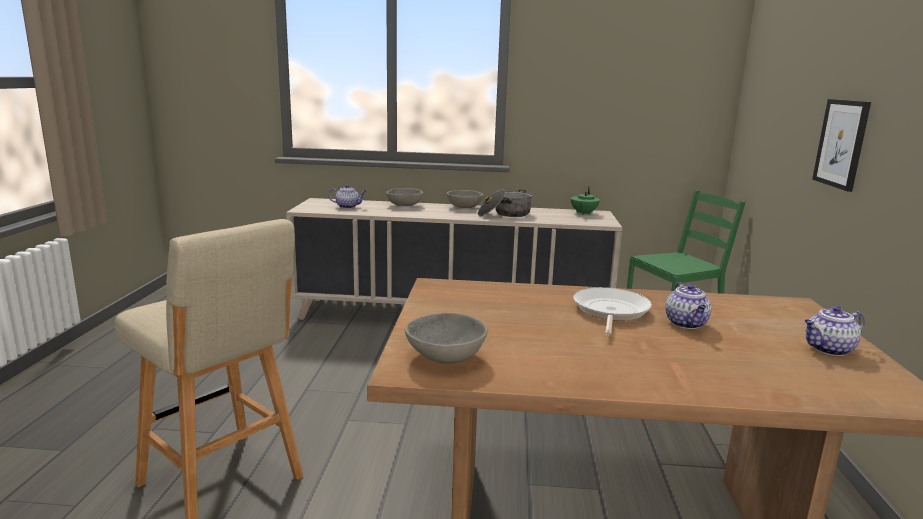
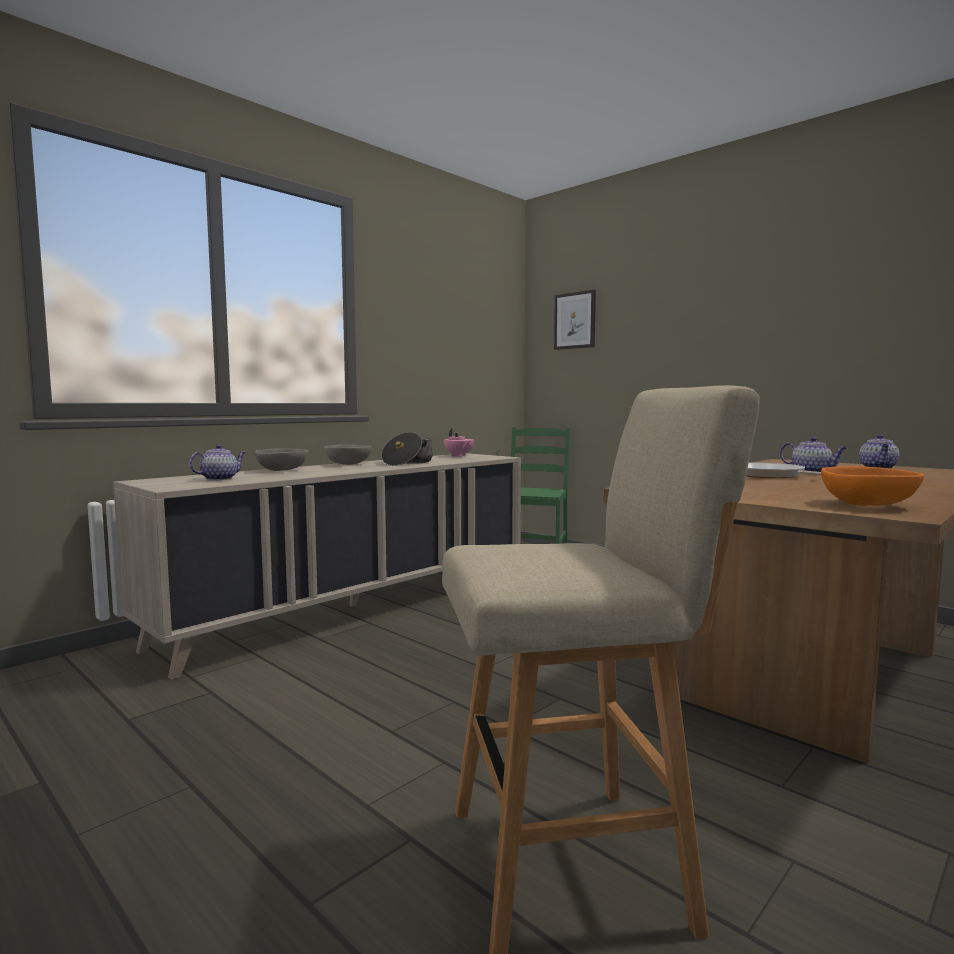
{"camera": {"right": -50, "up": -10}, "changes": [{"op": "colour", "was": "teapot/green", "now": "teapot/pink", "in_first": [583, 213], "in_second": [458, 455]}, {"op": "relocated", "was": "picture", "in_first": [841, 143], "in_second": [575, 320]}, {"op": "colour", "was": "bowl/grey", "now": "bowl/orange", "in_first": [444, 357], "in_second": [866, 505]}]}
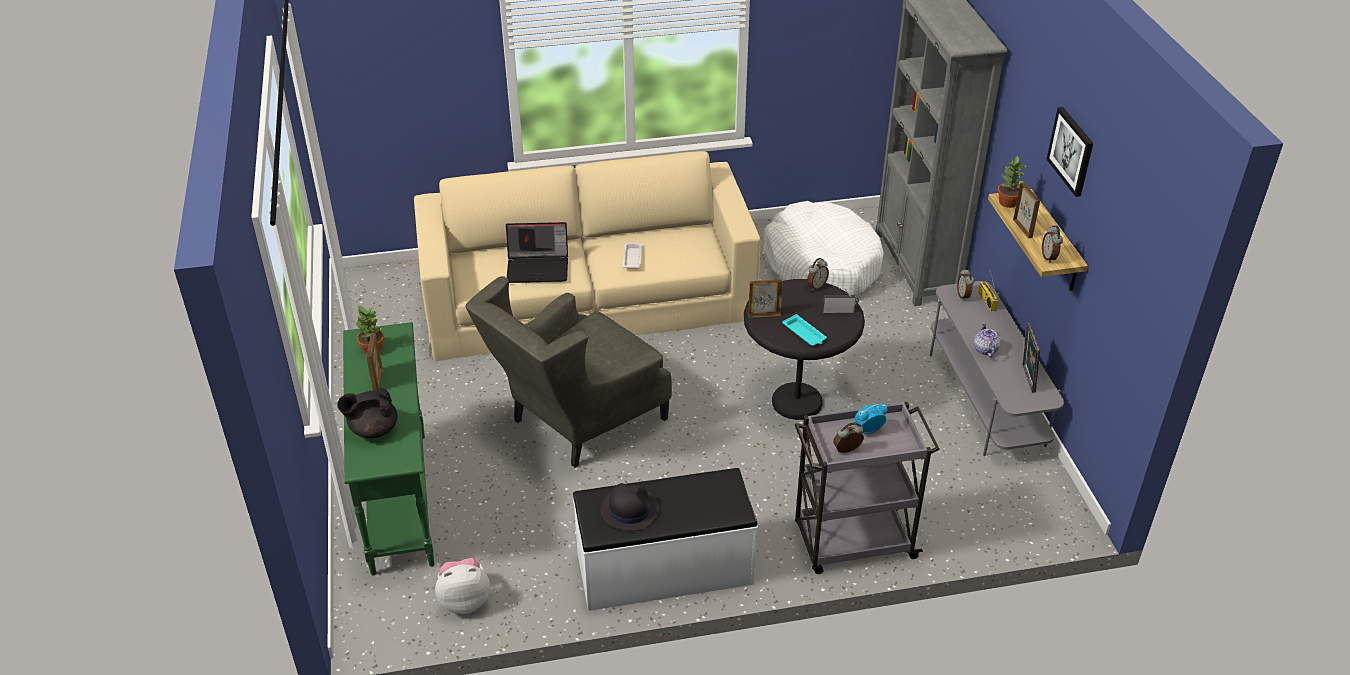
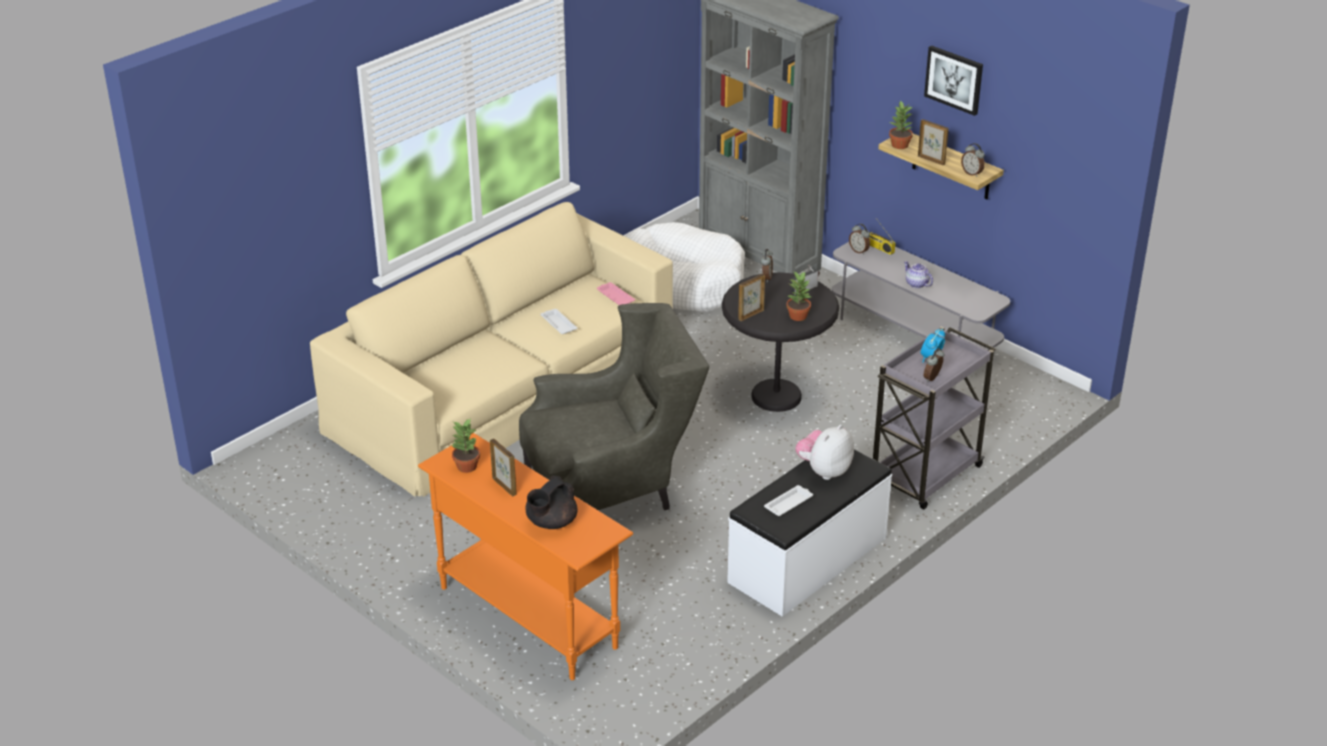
{"camera": {"right": -35, "up": -5}, "changes": [{"op": "colour", "was": "console table/green", "now": "console table/orange", "in_first": [400, 501], "in_second": [528, 616]}, {"op": "spun", "was": "armchair/grey", "in_first": [576, 423], "in_second": [612, 489], "clockwise": -120}, {"op": "appeared", "now": "tray/pink", "in_second": [615, 297]}, {"op": "exchanged", "was": "hat/black", "now": "tray/white", "in_first": [629, 509], "in_second": [789, 503]}, {"op": "exchanged", "was": "tray/turquoise", "now": "potted plant", "in_first": [804, 334], "in_second": [798, 316]}, {"op": "relocated", "was": "plush toy", "in_first": [464, 600], "in_second": [824, 471]}, {"op": "missing", "was": "laptop", "in_first": [538, 267]}, {"op": "missing", "was": "picture frame", "in_first": [1026, 378]}]}
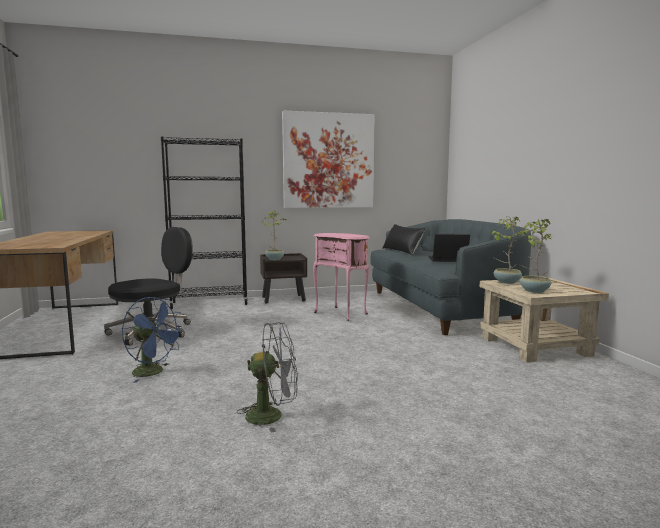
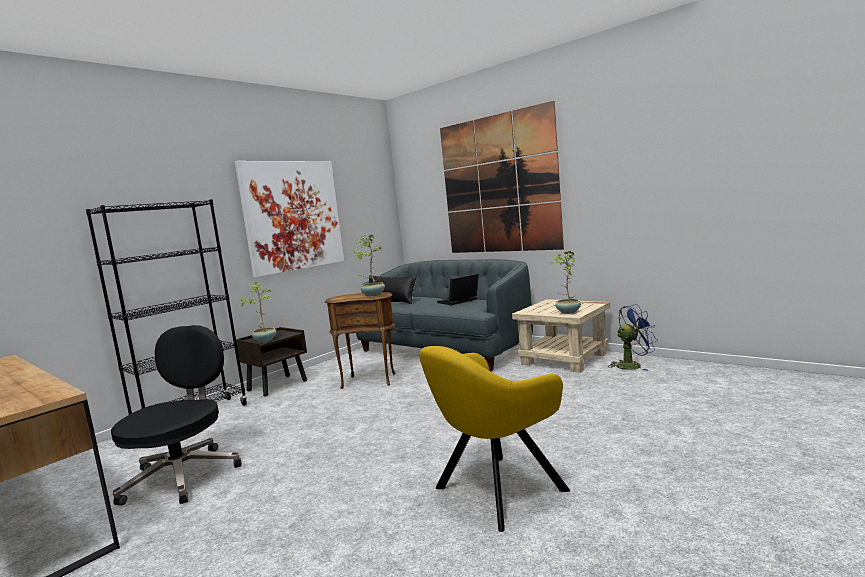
{"camera": {"right": -35, "up": 0}, "changes": [{"op": "colour", "was": "side table/pink", "now": "side table/brown", "in_first": [342, 313], "in_second": [370, 380]}, {"op": "relocated", "was": "potted plant", "in_first": [506, 282], "in_second": [373, 295]}, {"op": "exchanged", "was": "fan/grey", "now": "armchair/yellow", "in_first": [272, 416], "in_second": [494, 492]}, {"op": "appeared", "now": "picture", "in_second": [498, 184]}, {"op": "relocated", "was": "fan/blue", "in_first": [154, 372], "in_second": [633, 365]}]}
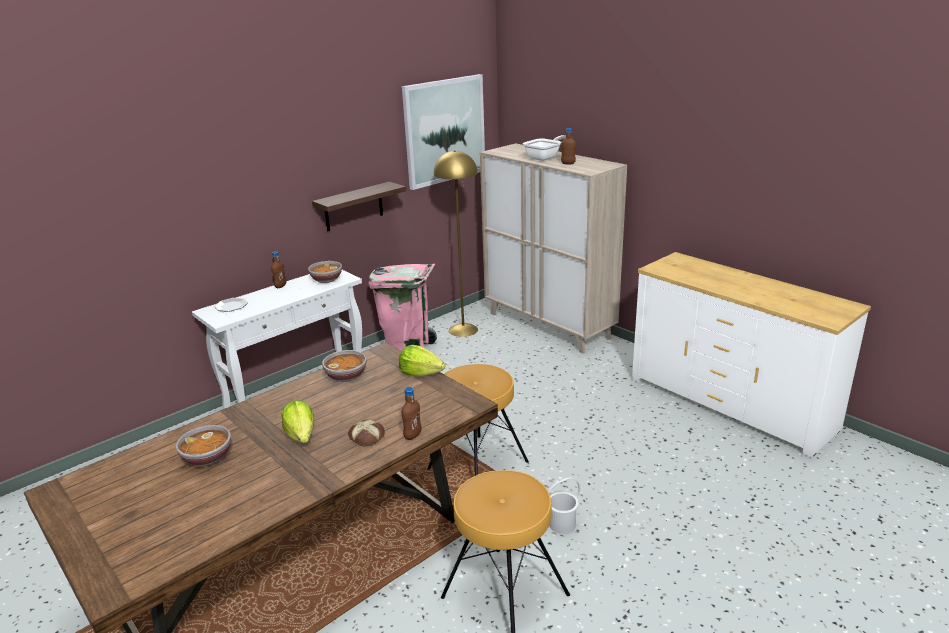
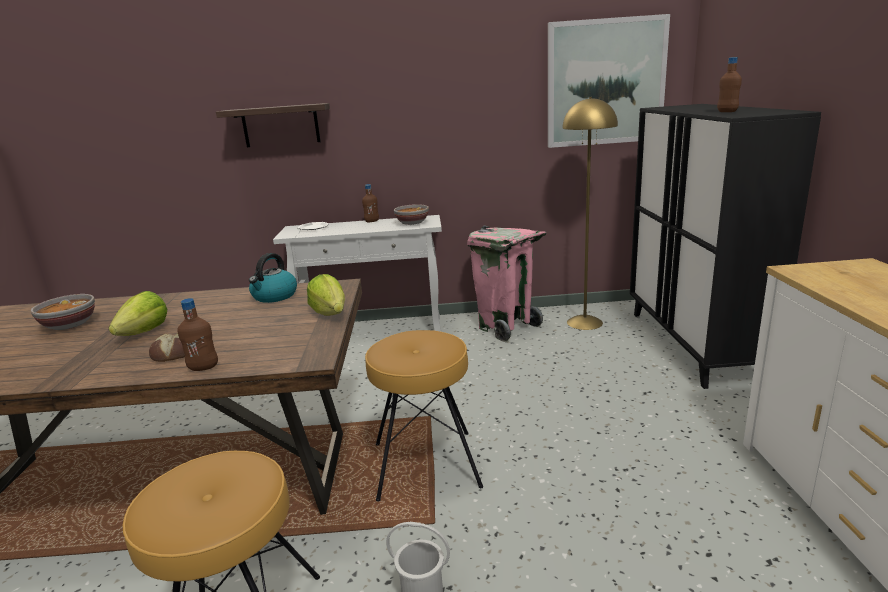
{"camera": {"right": 40, "up": -5}, "changes": [{"op": "relocated", "was": "shelf", "in_first": [353, 206], "in_second": [281, 125]}, {"op": "exchanged", "was": "bowl", "now": "kettle", "in_first": [346, 376], "in_second": [274, 296]}, {"op": "colour", "was": "cabinet/beige", "now": "cabinet/black", "in_first": [549, 325], "in_second": [692, 344]}, {"op": "missing", "was": "frying pan", "in_first": [545, 157]}]}
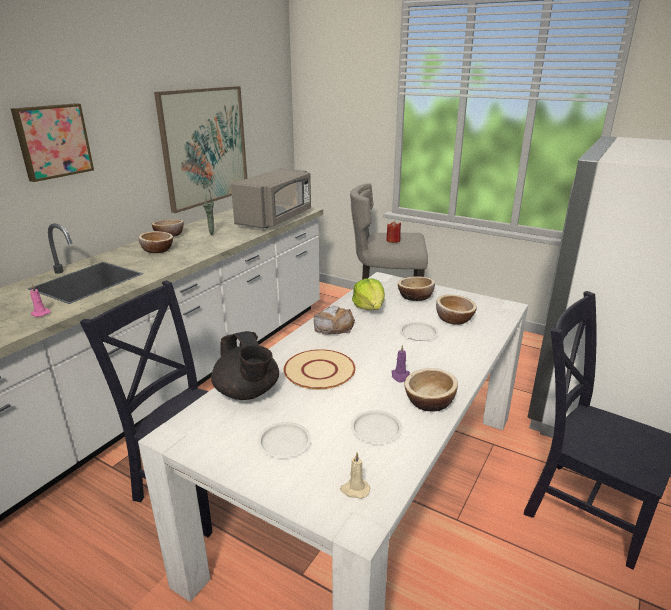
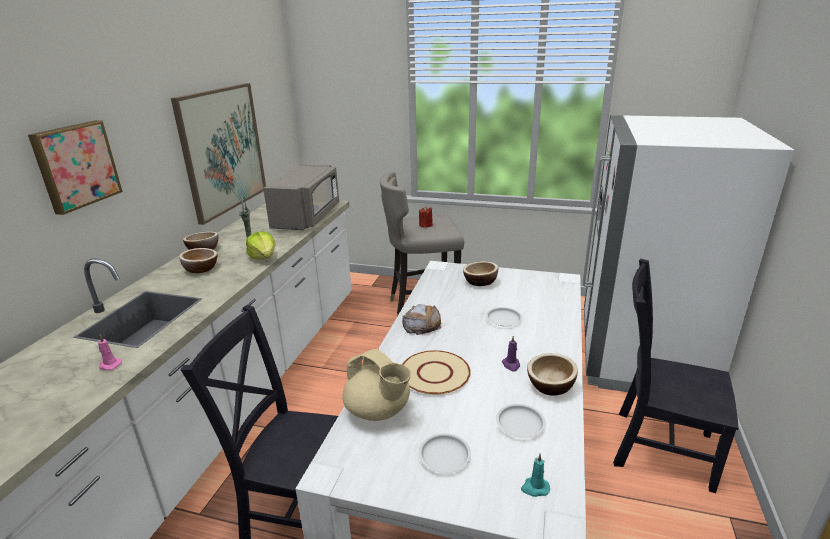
{"camera": {"right": -15, "up": 0}, "changes": [{"op": "relocated", "was": "lettuce", "in_first": [369, 307], "in_second": [263, 257]}, {"op": "colour", "was": "teapot/black", "now": "teapot/beige", "in_first": [247, 393], "in_second": [378, 410]}, {"op": "colour", "was": "candle/beige", "now": "candle/turquoise", "in_first": [354, 490], "in_second": [535, 488]}, {"op": "missing", "was": "bowl", "in_first": [454, 319]}]}
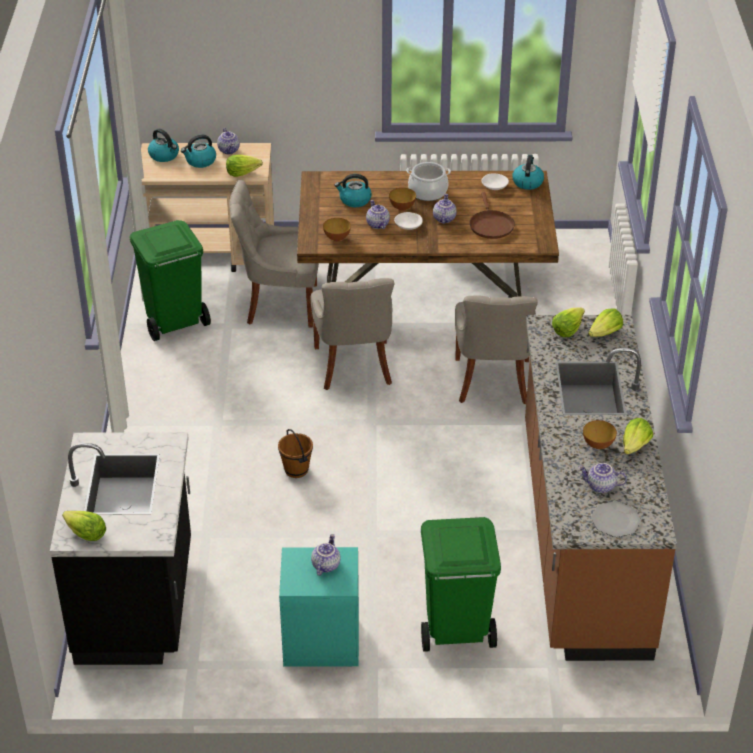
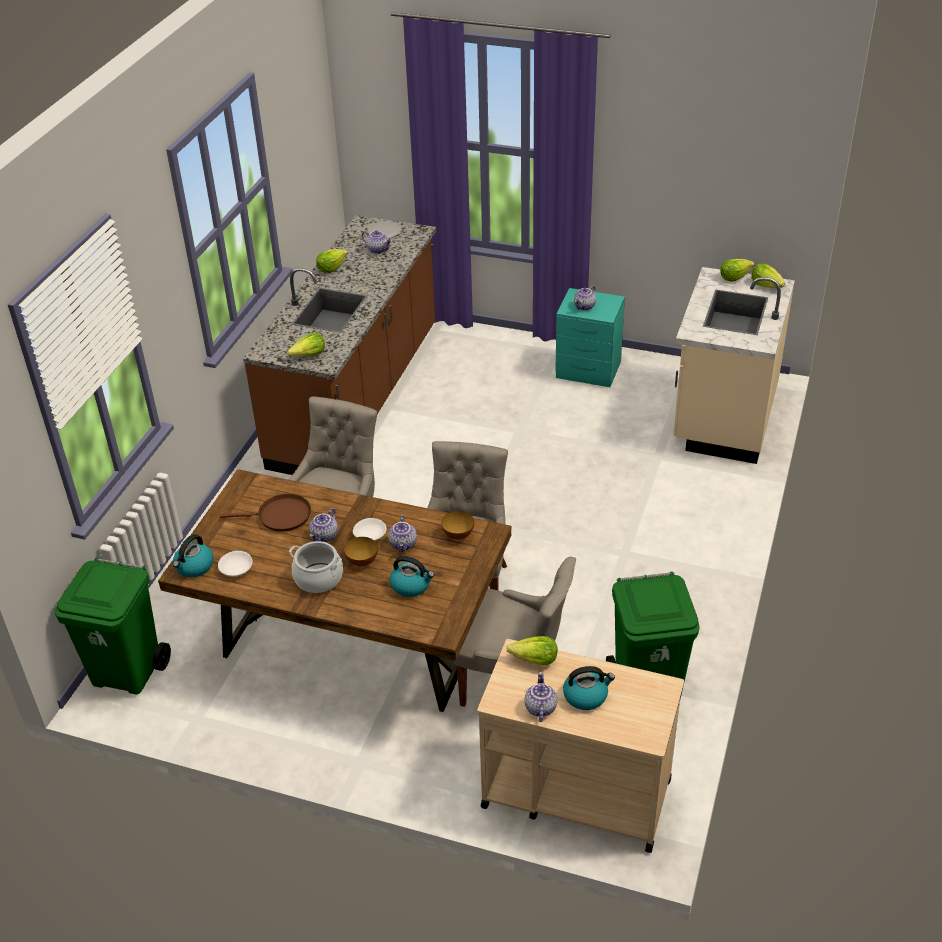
{"camera": {"right": -160, "up": 0}, "changes": [{"op": "relocated", "was": "trash can/green", "in_first": [455, 631], "in_second": [128, 672]}, {"op": "spun", "was": "frying pan/brown", "in_first": [490, 225], "in_second": [280, 516], "clockwise": 75}, {"op": "colour", "was": "counter/black", "now": "counter/beige", "in_first": [138, 604], "in_second": [723, 417]}, {"op": "relocated", "was": "lettuce", "in_first": [605, 333], "in_second": [734, 277]}, {"op": "missing", "was": "kettle", "in_first": [164, 155]}, {"op": "missing", "was": "bucket/brown", "in_first": [296, 470]}, {"op": "missing", "was": "bowl", "in_first": [598, 445]}]}
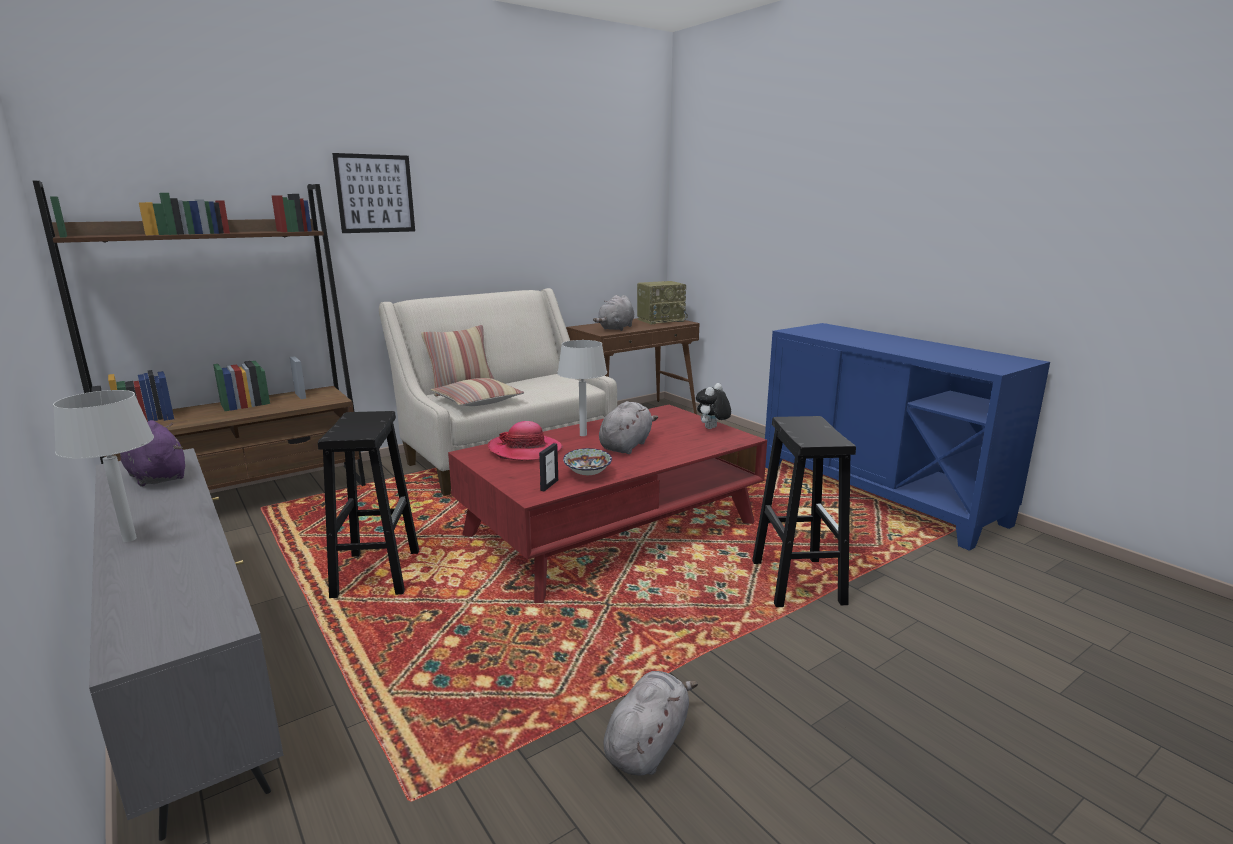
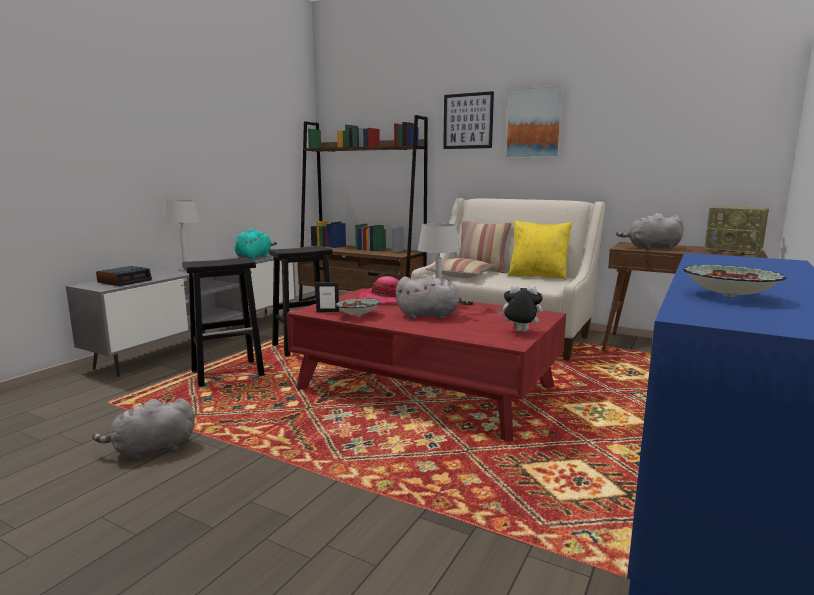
{"camera": {"right": 65, "up": -5}, "changes": [{"op": "spun", "was": "plush toy/grey", "in_first": [648, 744], "in_second": [151, 450], "clockwise": 150}, {"op": "appeared", "now": "alarm clock", "in_second": [125, 281]}, {"op": "relocated", "was": "stool/black", "in_first": [796, 581], "in_second": [229, 373]}, {"op": "colour", "was": "plush toy/purple", "now": "plush toy/turquoise", "in_first": [157, 476], "in_second": [254, 257]}, {"op": "appeared", "now": "picture", "in_second": [534, 123]}, {"op": "appeared", "now": "pillow/yellow", "in_second": [538, 276]}, {"op": "appeared", "now": "bowl", "in_second": [729, 296]}]}
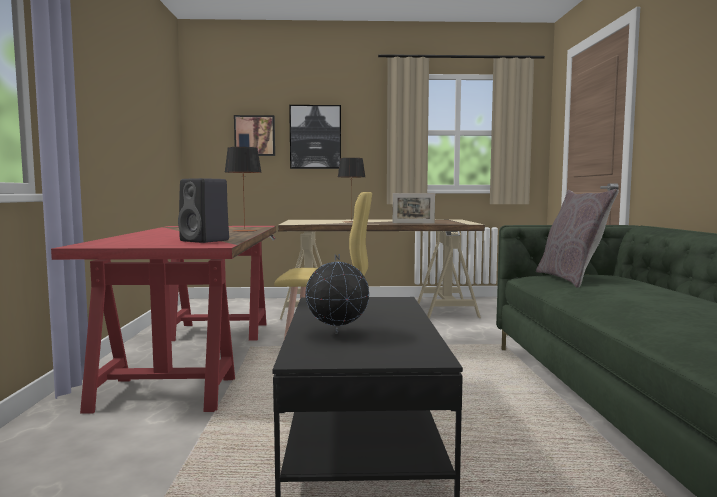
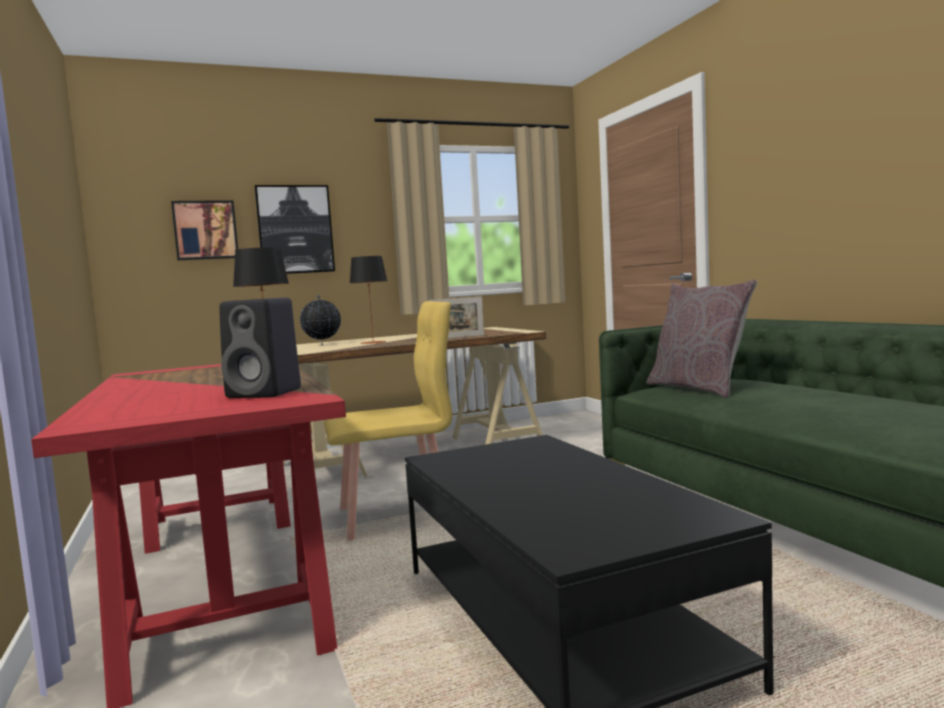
{"camera": {"right": -20, "up": 0}, "changes": [{"op": "relocated", "was": "globe", "in_first": [337, 333], "in_second": [322, 345]}]}
